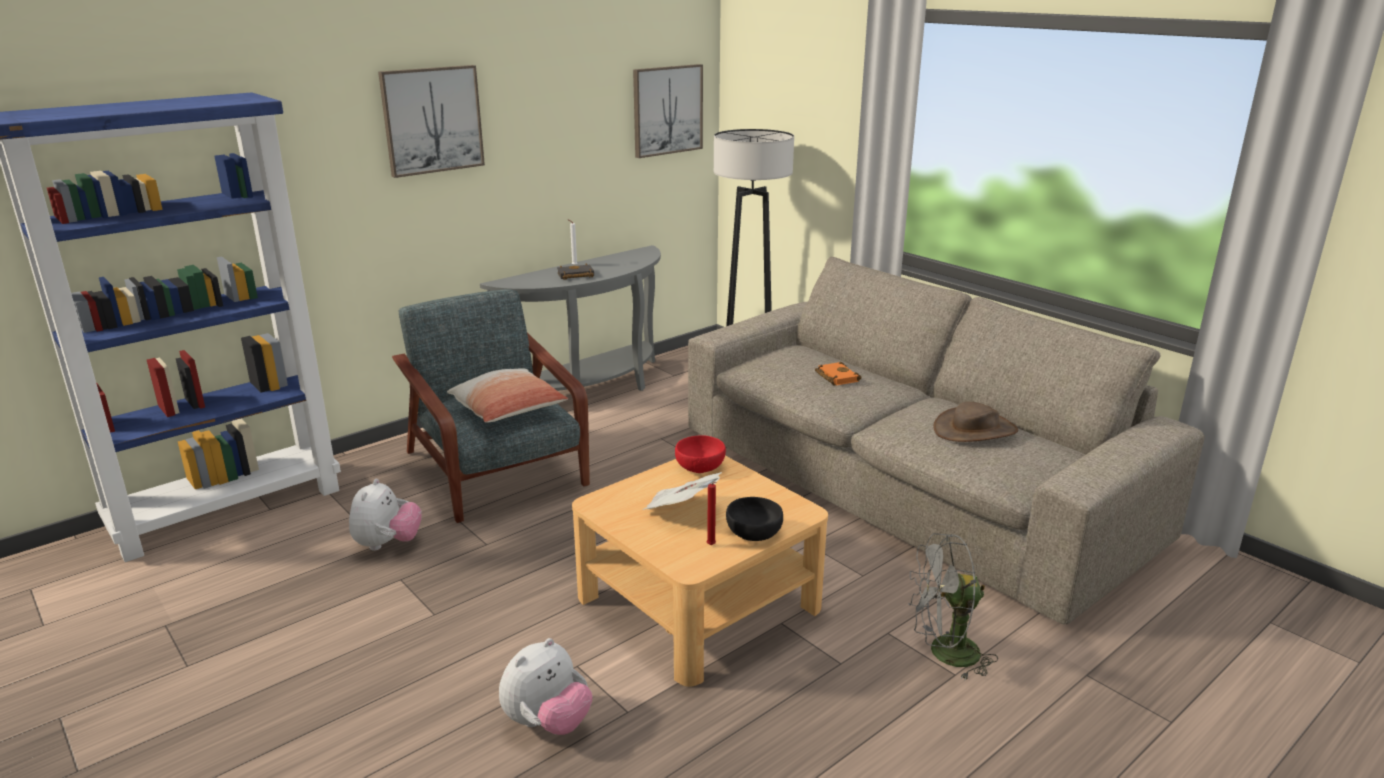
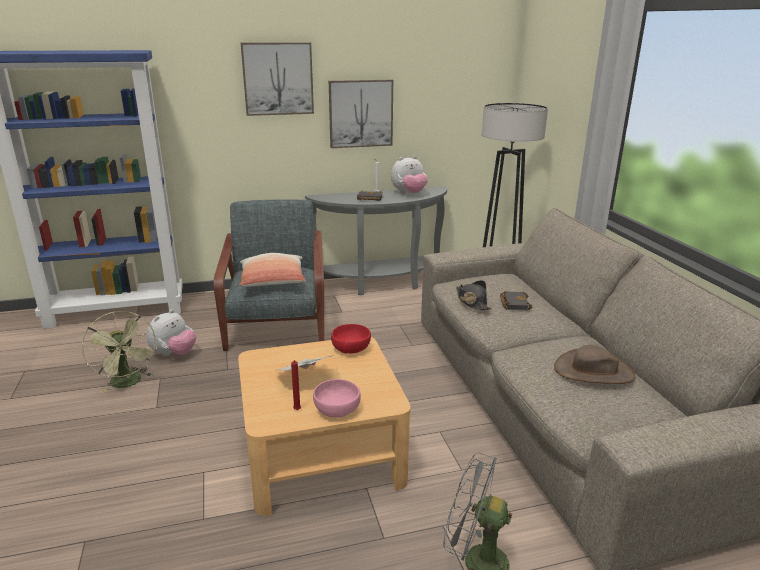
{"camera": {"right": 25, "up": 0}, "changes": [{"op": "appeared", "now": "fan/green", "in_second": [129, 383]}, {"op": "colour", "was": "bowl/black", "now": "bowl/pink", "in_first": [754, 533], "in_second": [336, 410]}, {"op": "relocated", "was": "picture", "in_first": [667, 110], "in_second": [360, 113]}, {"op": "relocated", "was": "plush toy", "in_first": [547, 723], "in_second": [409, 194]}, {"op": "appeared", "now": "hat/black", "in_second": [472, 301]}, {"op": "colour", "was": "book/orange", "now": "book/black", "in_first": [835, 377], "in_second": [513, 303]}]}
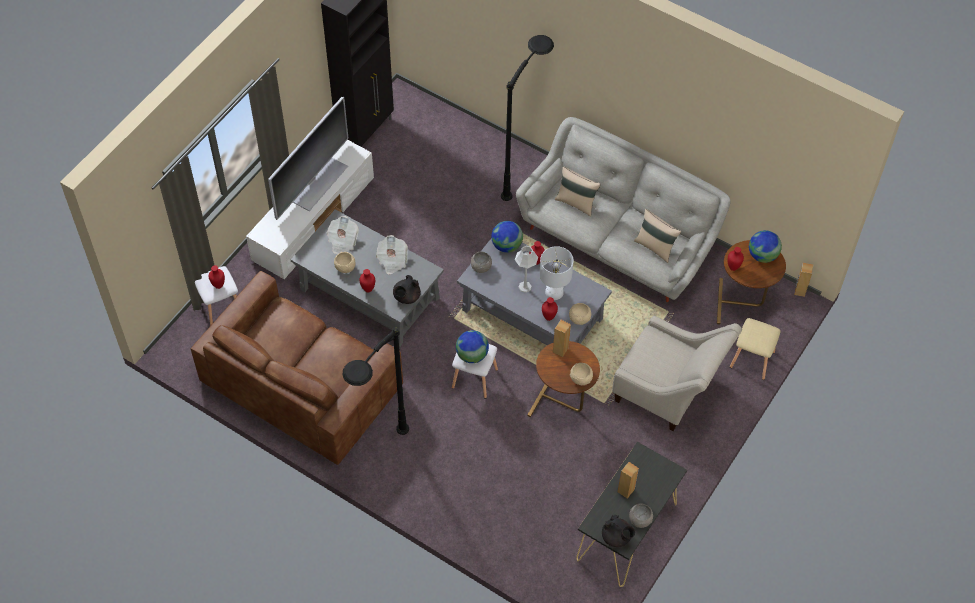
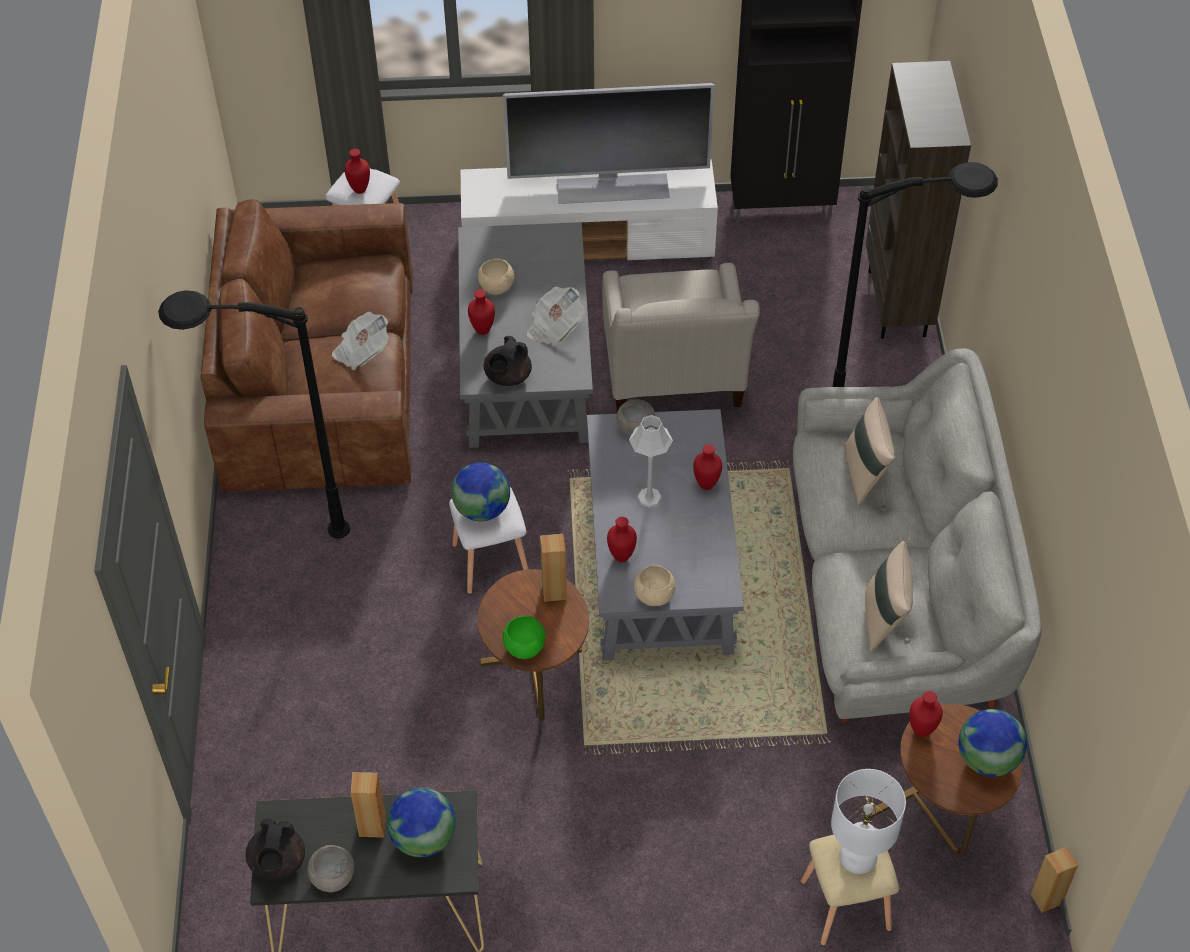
{"camera": {"right": 55, "up": -5}, "changes": [{"op": "relocated", "was": "newspaper", "in_first": [342, 241], "in_second": [361, 351]}, {"op": "relocated", "was": "globe", "in_first": [506, 245], "in_second": [423, 838]}, {"op": "spun", "was": "teapot/black", "in_first": [406, 297], "in_second": [507, 377], "clockwise": -60}, {"op": "colour", "was": "bowl/beige", "now": "bowl/green", "in_first": [580, 378], "in_second": [524, 646]}, {"op": "relocated", "was": "armchair/beige", "in_first": [668, 392], "in_second": [674, 380]}, {"op": "relocated", "was": "table lamp/white", "in_first": [554, 292], "in_second": [858, 855]}, {"op": "appeared", "now": "bookcase/brown", "in_second": [898, 304]}]}
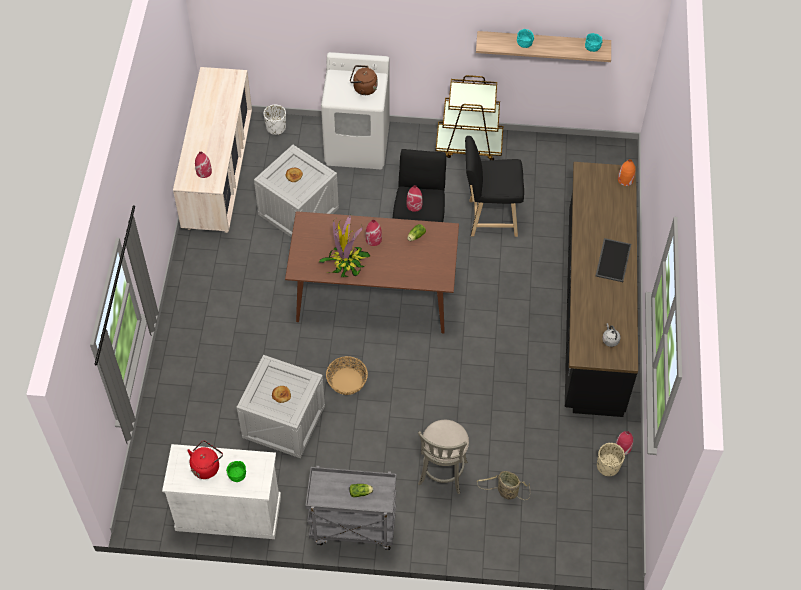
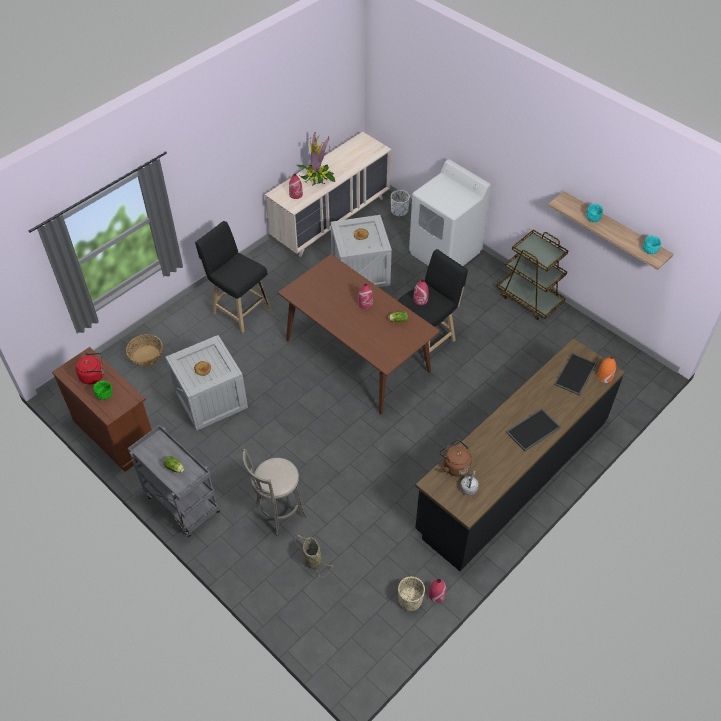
{"camera": {"right": 40, "up": -5}, "changes": [{"op": "colour", "was": "cabinet/white", "now": "cabinet/brown", "in_first": [228, 512], "in_second": [115, 433]}, {"op": "relocated", "was": "basket", "in_first": [346, 381], "in_second": [146, 356]}, {"op": "relocated", "was": "stool/black", "in_first": [489, 218], "in_second": [239, 309]}, {"op": "relocated", "was": "potted plant", "in_first": [346, 262], "in_second": [316, 177]}, {"op": "relocated", "was": "kettle/brown", "in_first": [363, 88], "in_second": [454, 465]}, {"op": "appeared", "now": "tray", "in_second": [576, 374]}]}
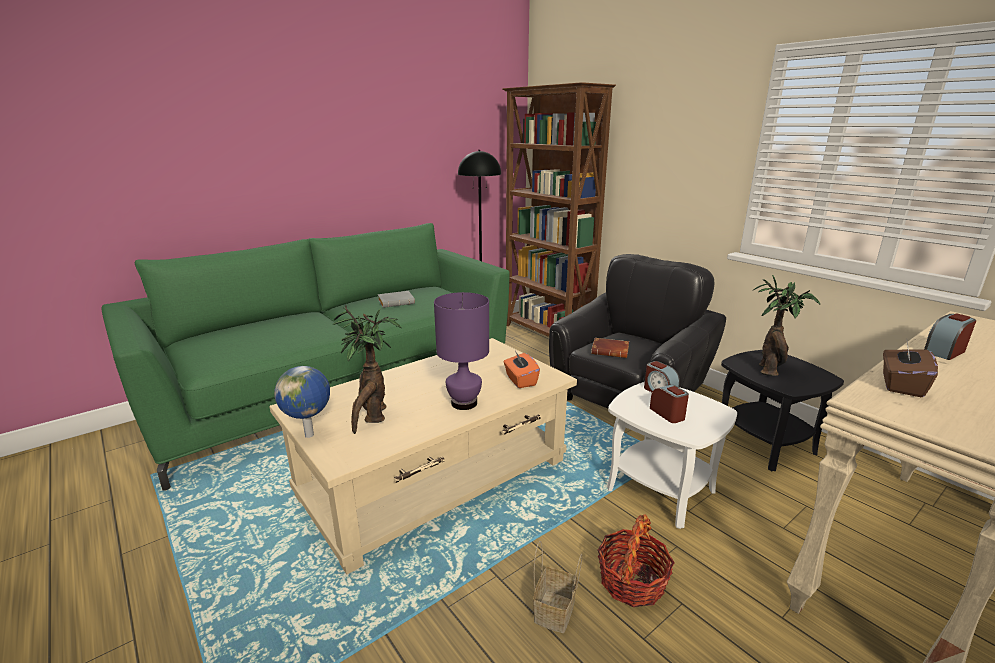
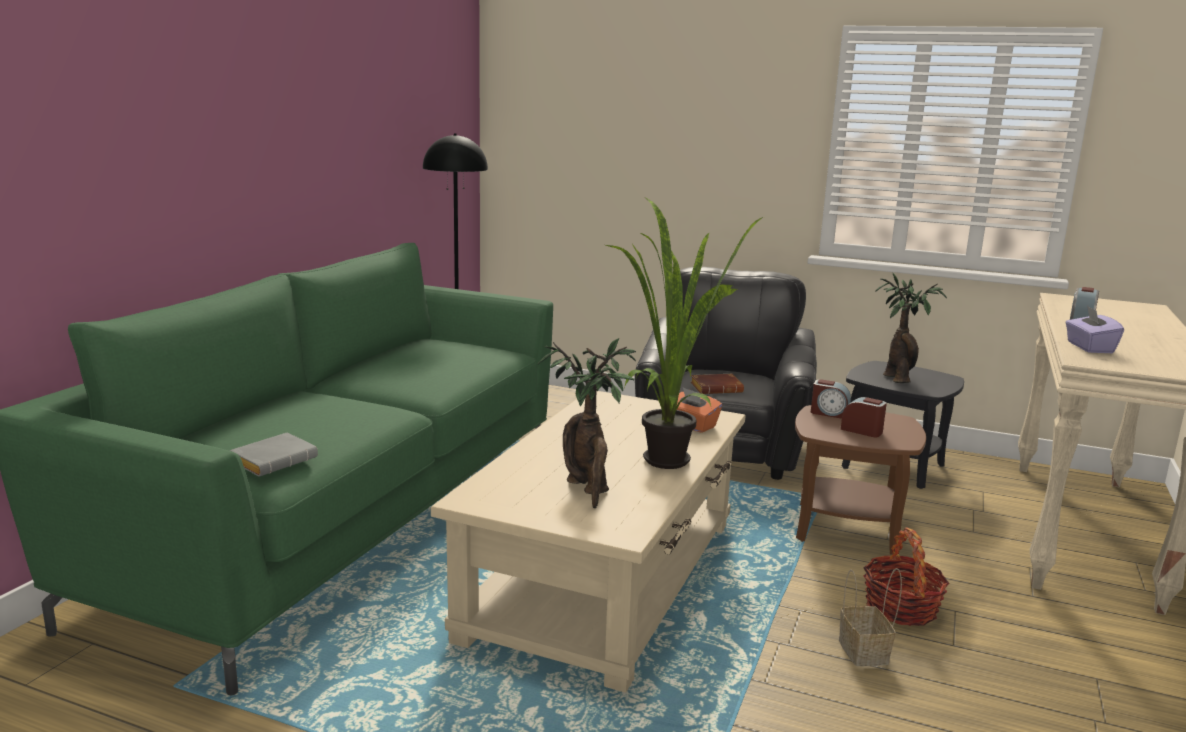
{"camera": {"right": -30, "up": -5}, "changes": [{"op": "relocated", "was": "book/grey", "in_first": [397, 302], "in_second": [275, 460]}, {"op": "exchanged", "was": "table lamp/purple", "now": "potted plant", "in_first": [464, 403], "in_second": [667, 456]}, {"op": "colour", "was": "side table/white", "now": "side table/brown", "in_first": [661, 491], "in_second": [847, 529]}, {"op": "colour", "was": "tissue box/brown", "now": "tissue box/purple", "in_first": [901, 385], "in_second": [1089, 347]}, {"op": "missing", "was": "globe", "in_first": [310, 435]}, {"op": "missing", "was": "bookcase/brown", "in_first": [547, 334]}]}
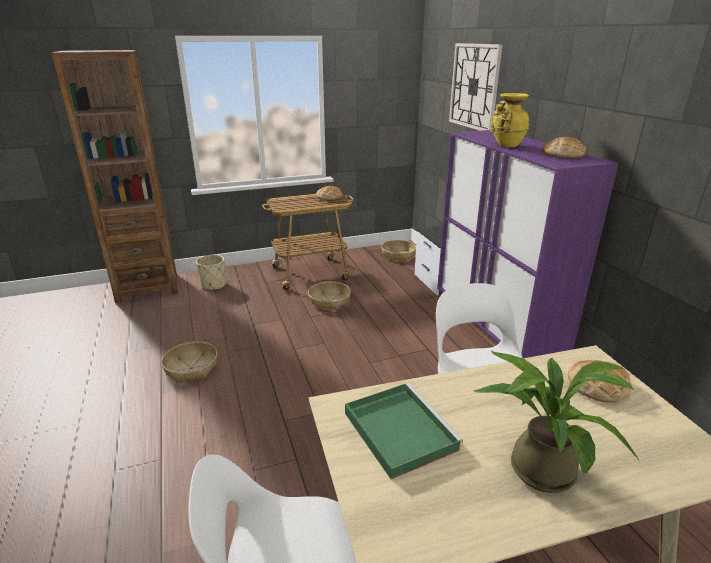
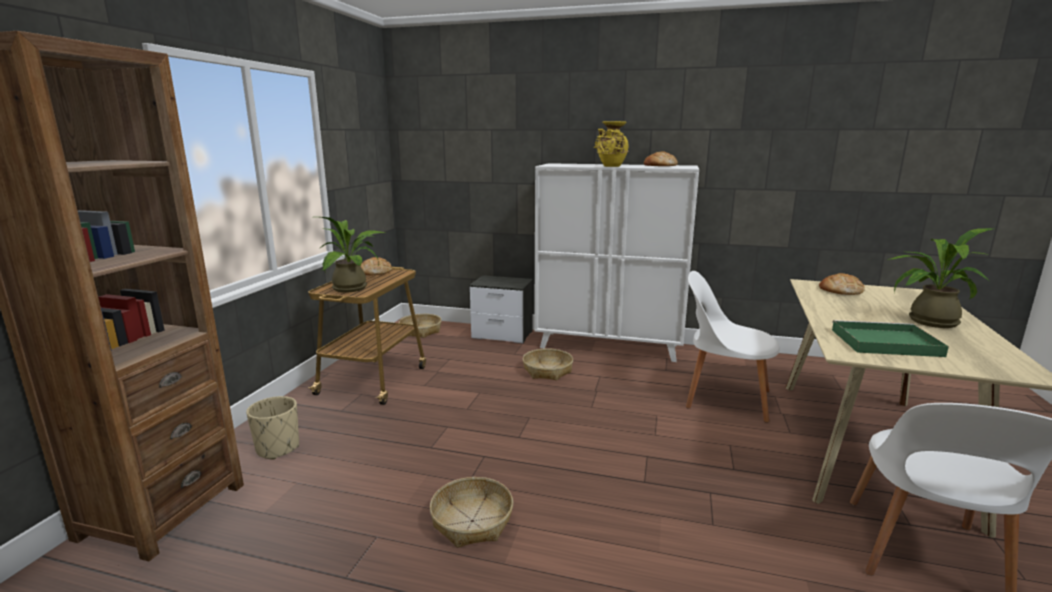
{"camera": {"right": -55, "up": -10}, "changes": [{"op": "appeared", "now": "potted plant", "in_second": [354, 288]}, {"op": "relocated", "was": "basket", "in_first": [329, 301], "in_second": [548, 371]}, {"op": "colour", "was": "cabinet/purple", "now": "cabinet/white", "in_first": [495, 334], "in_second": [609, 346]}, {"op": "missing", "was": "wall clock", "in_first": [474, 86]}]}
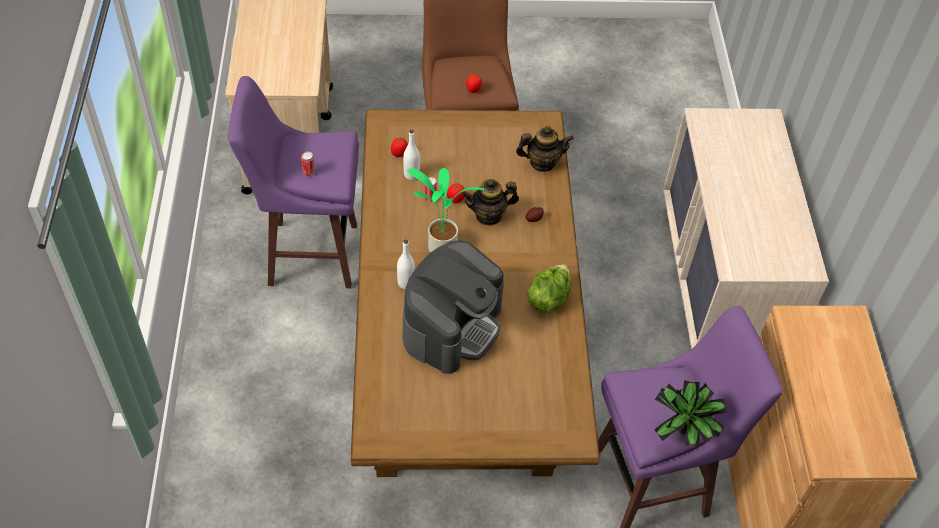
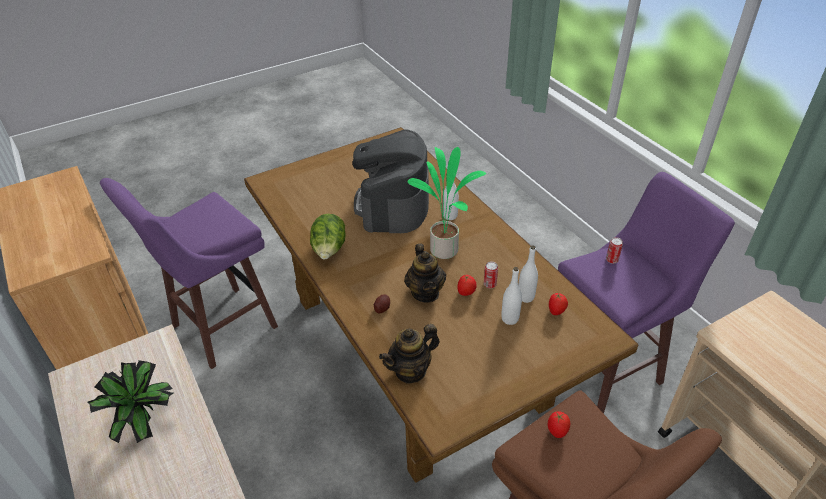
{"camera": {"right": 155, "up": -10}, "changes": [{"op": "relocated", "was": "potted plant", "in_first": [682, 435], "in_second": [144, 424]}, {"op": "spun", "was": "teapot", "in_first": [489, 215], "in_second": [425, 292], "clockwise": 120}, {"op": "appeared", "now": "bottle/white", "in_second": [510, 319]}]}
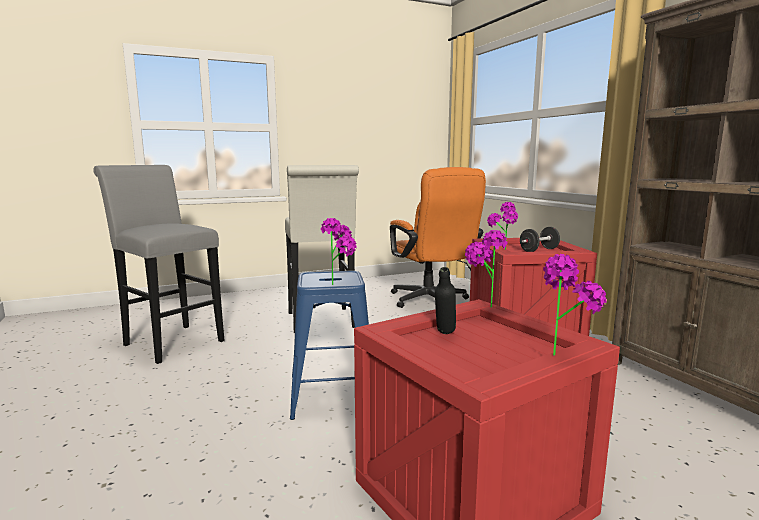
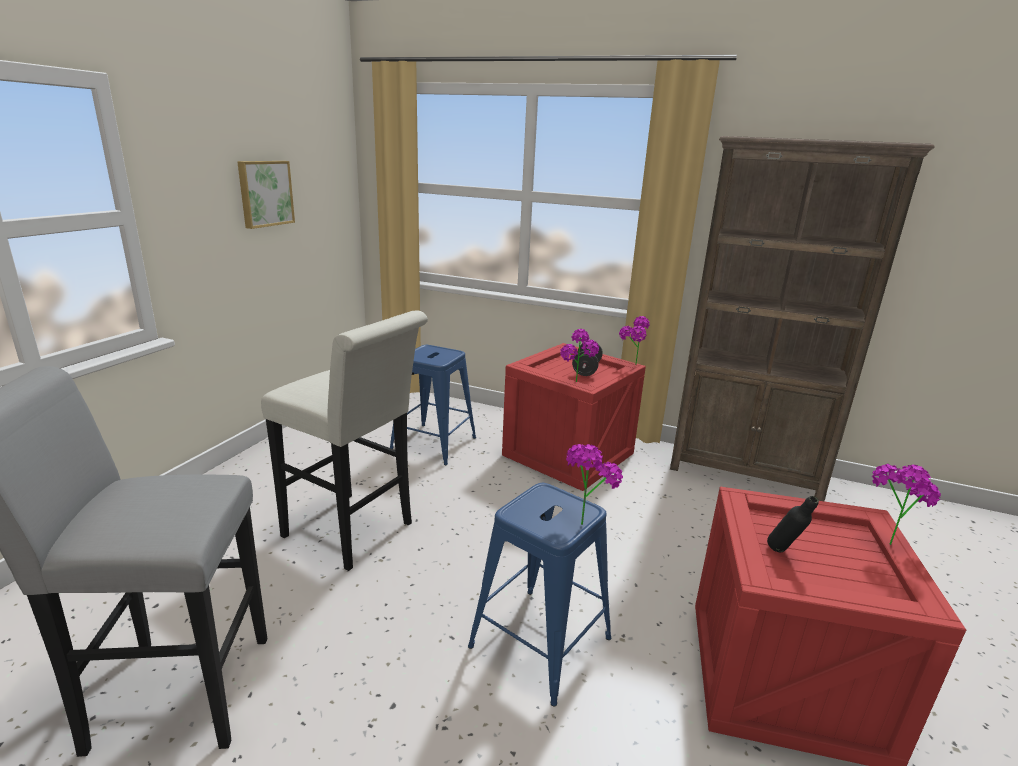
{"camera": {"right": -45, "up": 10}, "changes": [{"op": "appeared", "now": "picture", "in_second": [265, 193]}, {"op": "exchanged", "was": "office chair/orange", "now": "stool/blue", "in_first": [432, 302], "in_second": [433, 443]}, {"op": "relocated", "was": "potted plant", "in_first": [480, 306], "in_second": [631, 366]}]}
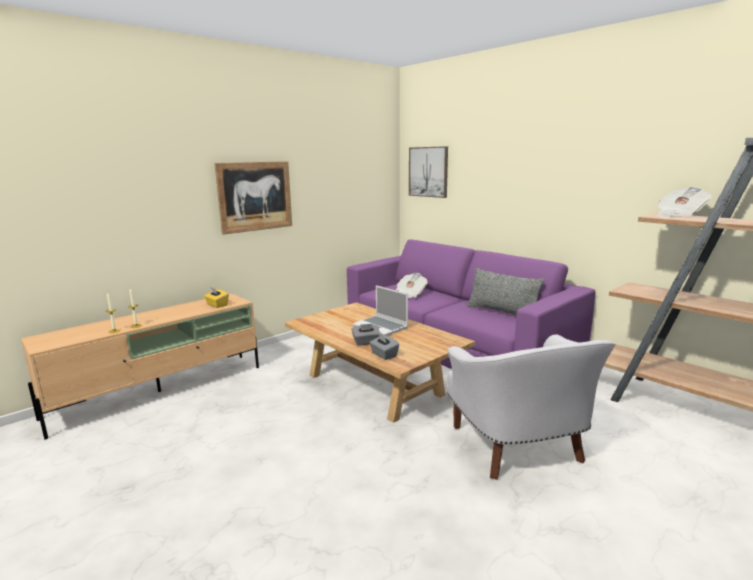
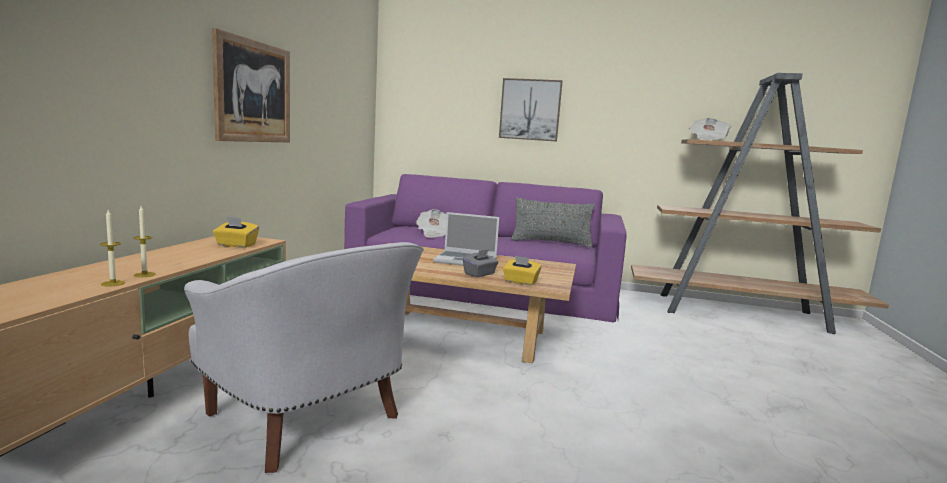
{"camera": {"right": -35, "up": -5}, "changes": [{"op": "relocated", "was": "armchair/white", "in_first": [518, 448], "in_second": [308, 420]}, {"op": "relocated", "was": "picture", "in_first": [428, 172], "in_second": [530, 110]}, {"op": "colour", "was": "tissue box/grey", "now": "tissue box/yellow", "in_first": [384, 355], "in_second": [520, 282]}]}
